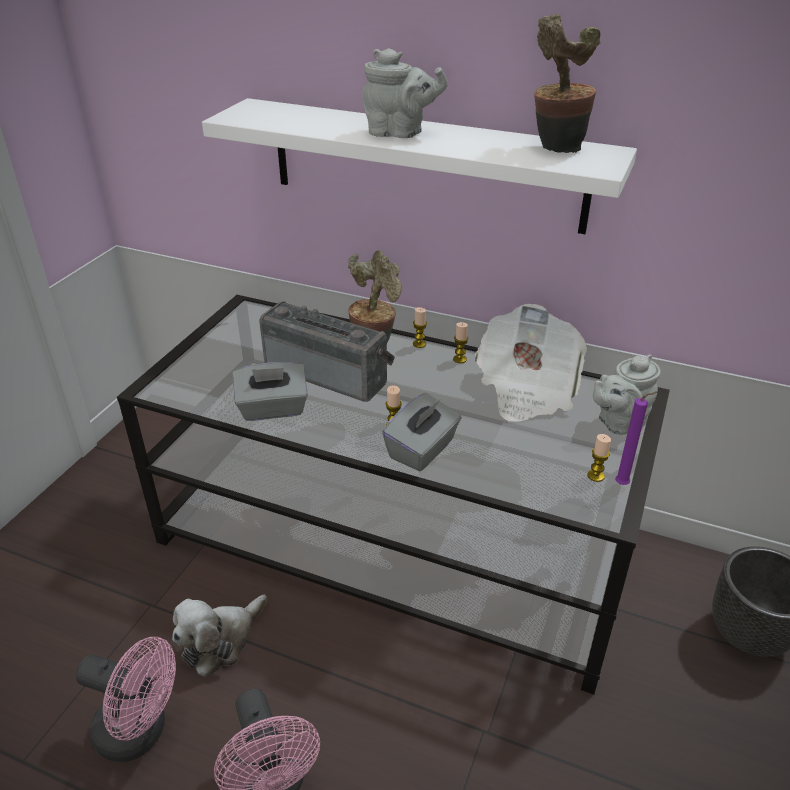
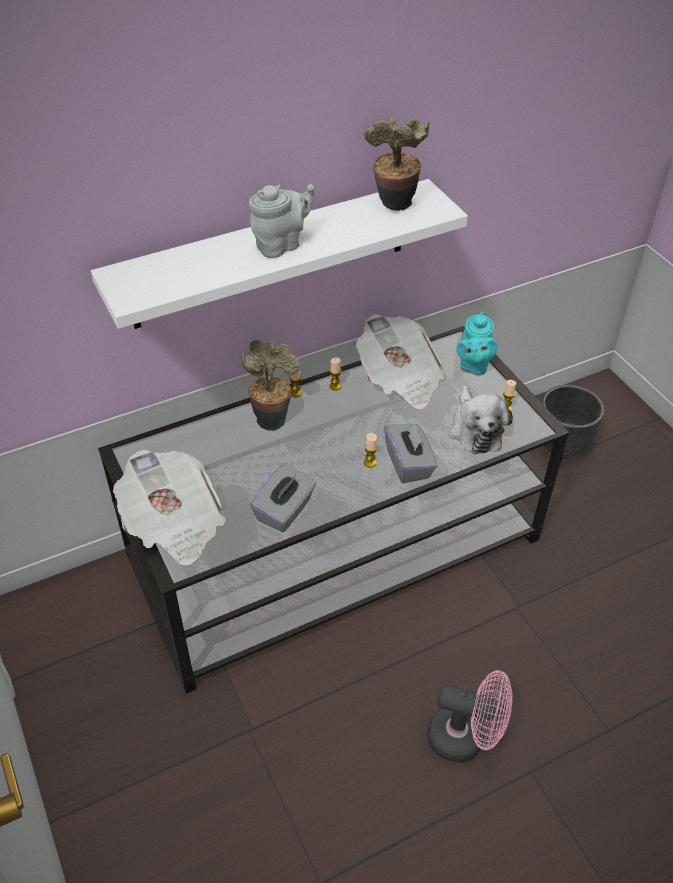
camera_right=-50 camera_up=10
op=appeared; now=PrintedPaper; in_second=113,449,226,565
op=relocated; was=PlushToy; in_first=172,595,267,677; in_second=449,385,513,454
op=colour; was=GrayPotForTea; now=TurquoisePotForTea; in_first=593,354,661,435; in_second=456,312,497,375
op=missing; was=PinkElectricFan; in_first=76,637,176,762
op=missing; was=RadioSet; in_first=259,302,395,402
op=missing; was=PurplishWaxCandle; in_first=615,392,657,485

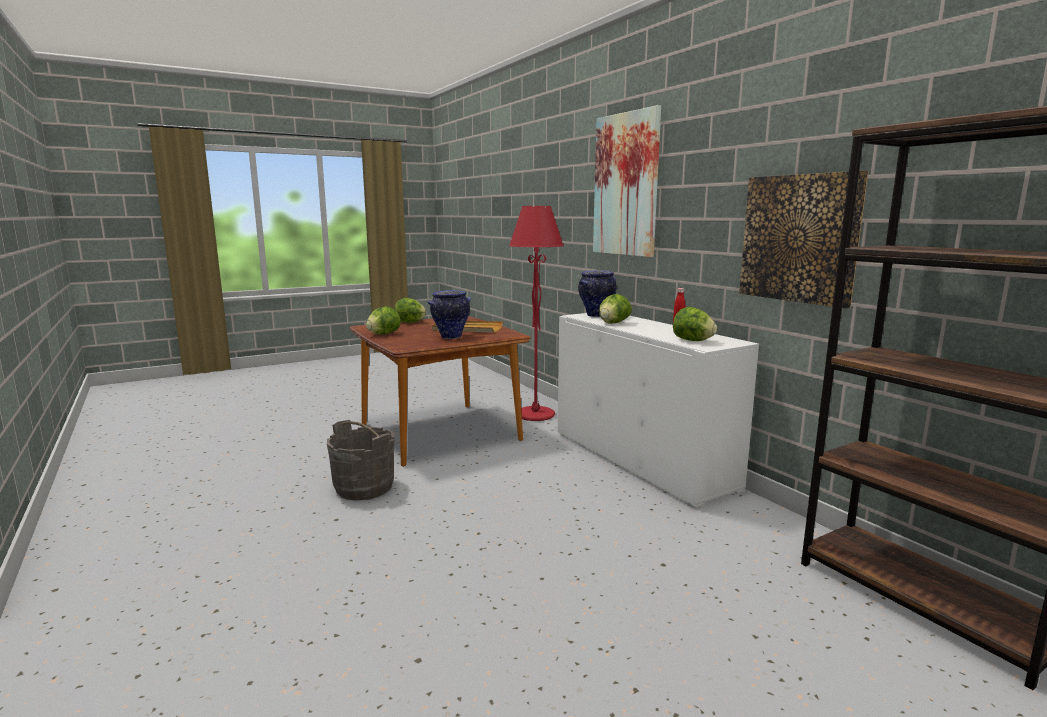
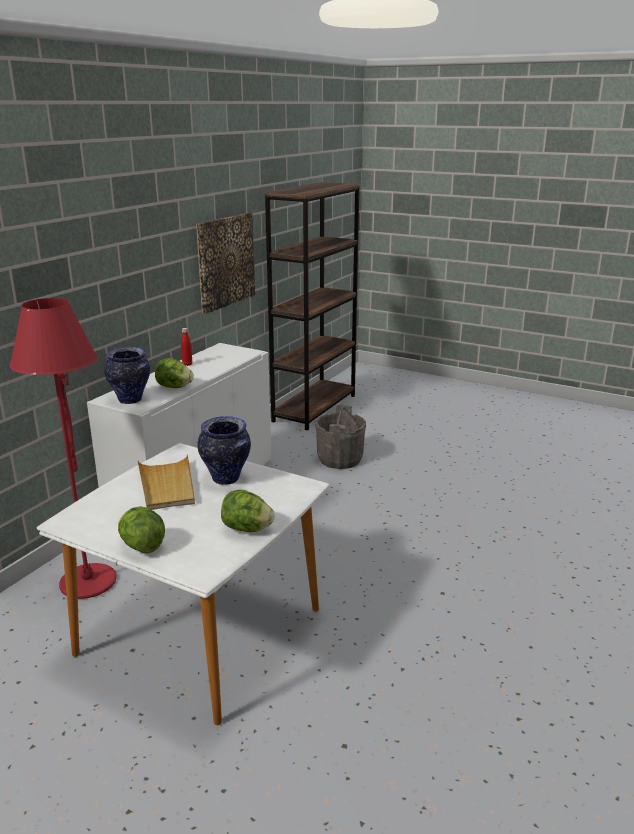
camera_right=-120 camera_up=10
op=colour; was=BrownishDinnerTable; now=WhitishDinnerTable; in_first=349,316,531,467; in_second=37,443,330,725
op=relocated; was=GrayBucket; in_first=327,420,395,500; in_second=315,405,366,469
op=missing; was=Picture; in_first=593,105,661,257
op=missing; was=LettuceHead; in_first=673,307,717,341

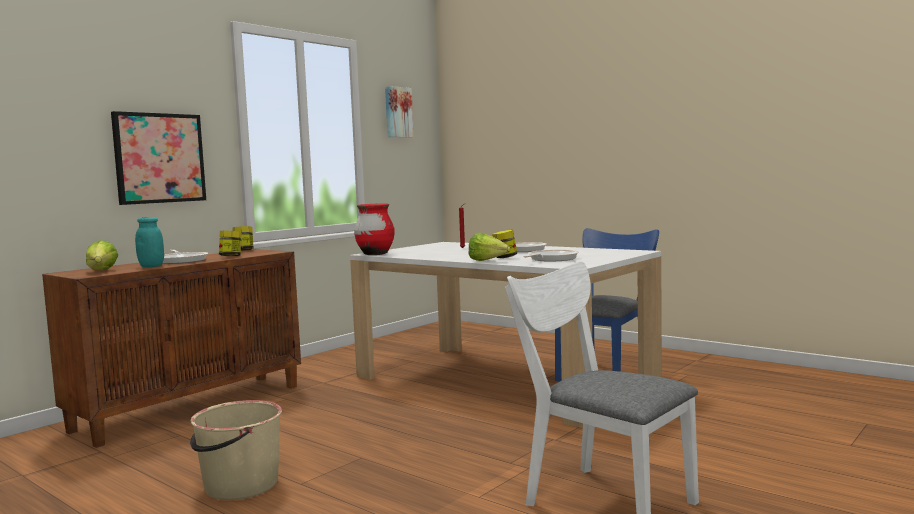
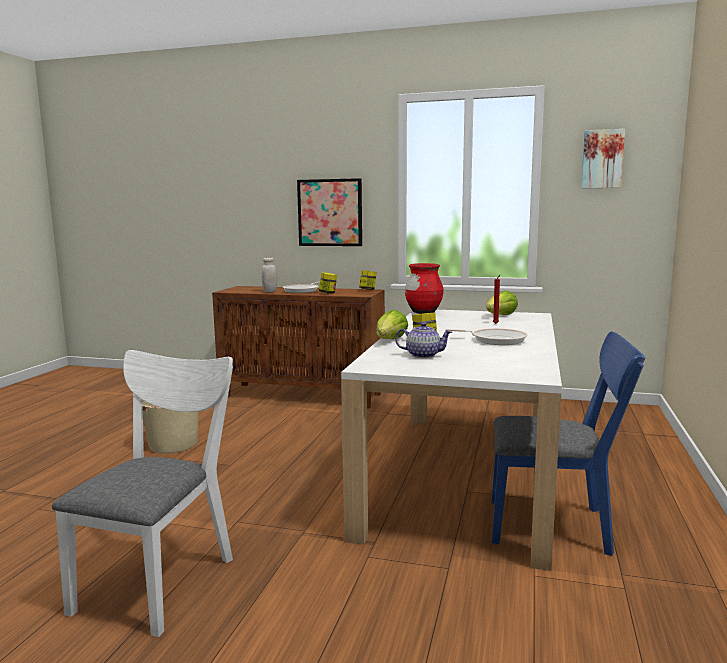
camera_right=65 camera_up=5
op=colour; was=TurquoiseJar; now=WhitishJar; in_first=135,217,164,267; in_second=262,257,277,292
op=exchanged; was=FryingPan; now=PotForTea; in_first=523,250,579,262; in_second=395,322,452,358
op=relocated; was=LettuceHead; in_first=86,240,118,270; in_second=486,291,518,315

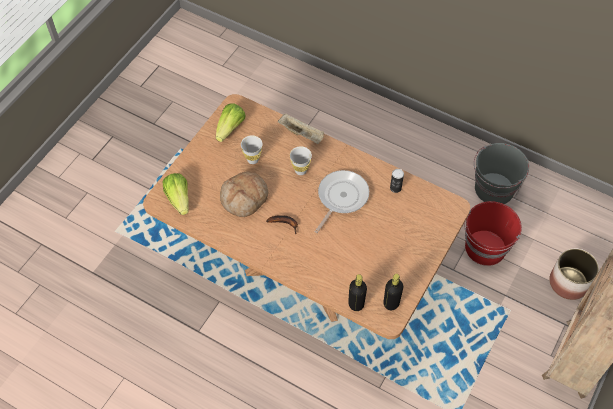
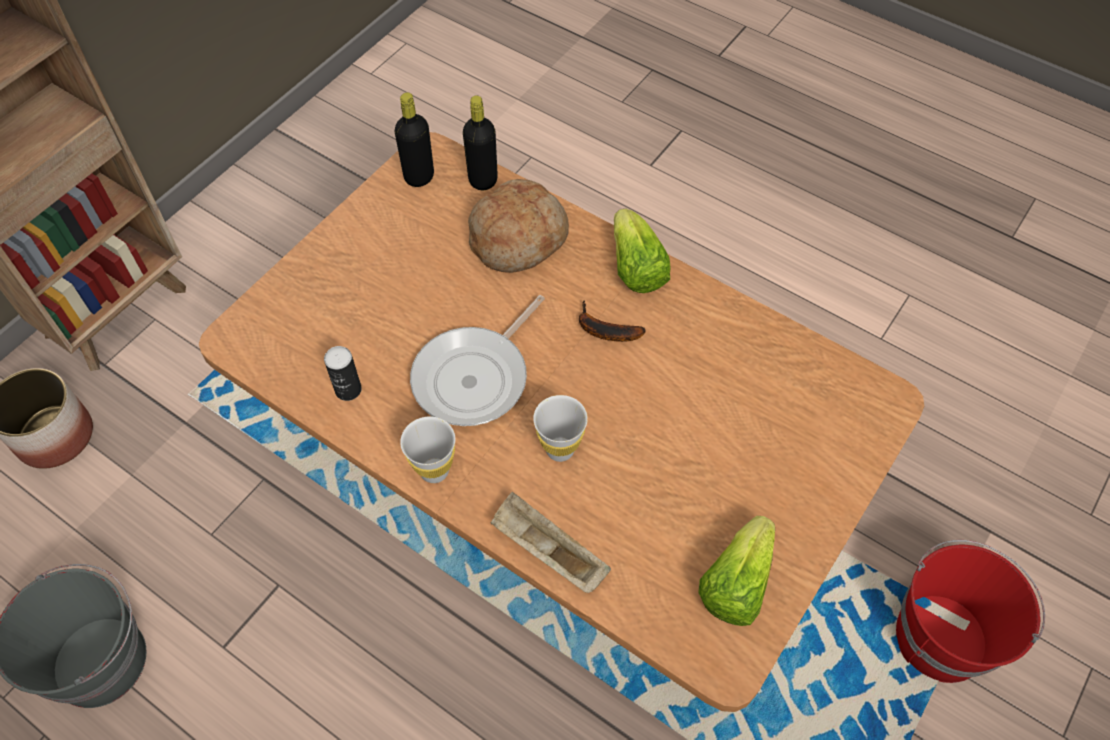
camera_right=-175 camera_up=0
op=relocated; was=WhitishDrinkingCup; in_first=241,135,263,164; in_second=400,417,455,483
op=relocated; was=BakeryBread; in_first=220,171,268,217; in_second=468,179,569,273
op=relocated; was=LettuceHead; in_first=163,173,189,215; in_second=614,208,671,293
op=relocated; was=RedColouredBucket; in_first=464,201,522,266; in_second=896,540,1045,683

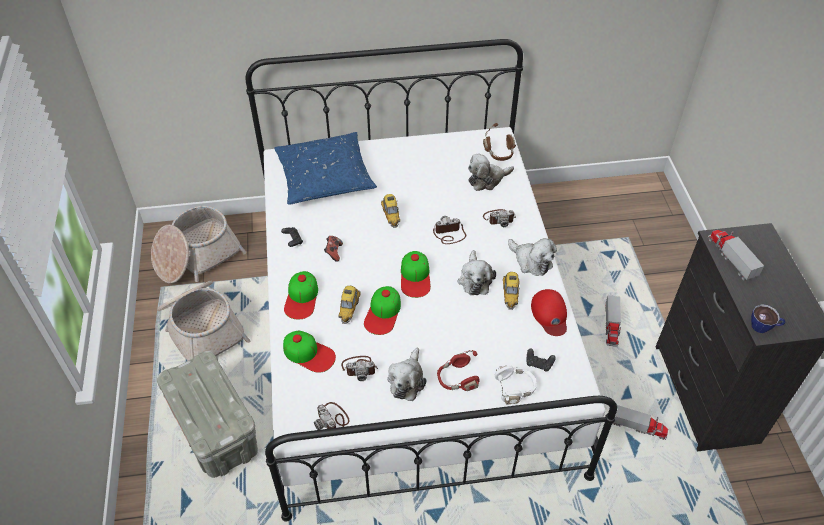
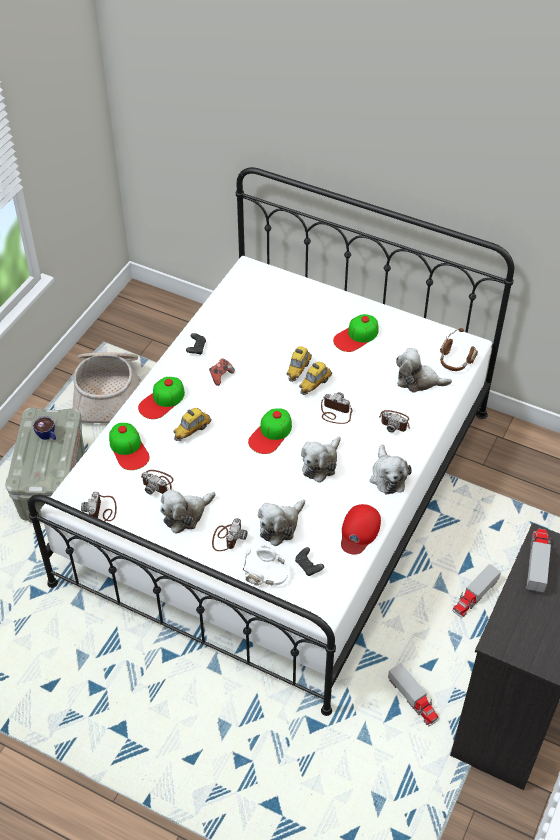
camera_right=35 camera_up=0
op=relocated; was=DrinkingCup; in_first=751,304,786,333; in_second=33,416,56,440
op=exchanged; was=RedColouredPairOfHeadphones; now=PhotoCamera; in_first=437,350,480,391; in_second=212,518,248,551
op=appeared; now=PlushToy; in_second=258,499,305,546
op=relocated; was=ModelCar; in_first=503,272,520,310; in_second=299,362,332,395
op=relocated; was=PeakedCap; in_first=364,286,401,335; in_second=333,314,379,352
op=missing; was=Basket; in_first=151,206,246,283
op=missing; was=BluePillow; in_first=274,132,377,205

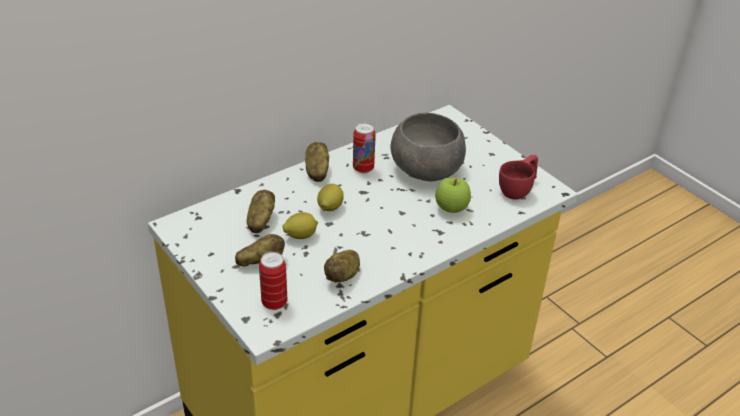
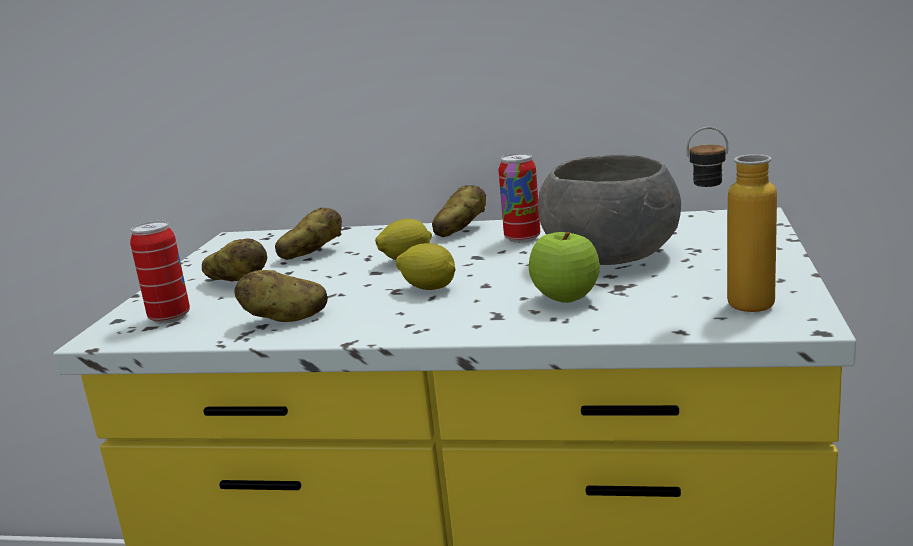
camera_right=50 camera_up=-20
op=relocated; was=CitrusFruit; in_first=282,212,318,239; in_second=396,243,456,290
op=exchanged; was=RedColouredDrinkingCup; now=BeverageBottle; in_first=499,155,538,200; in_second=686,127,777,312

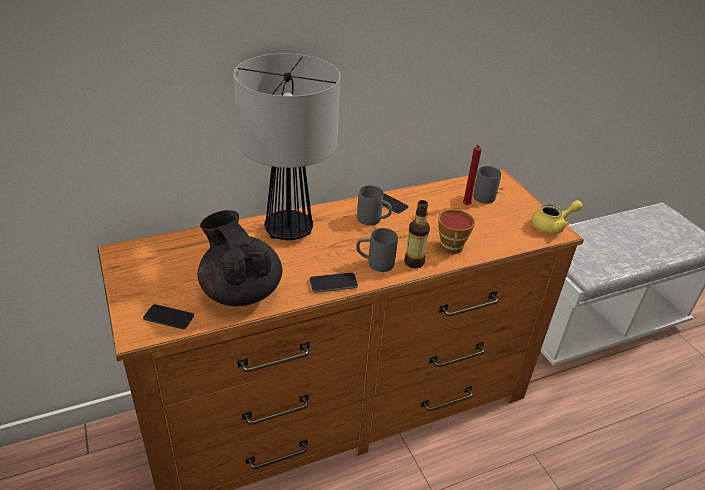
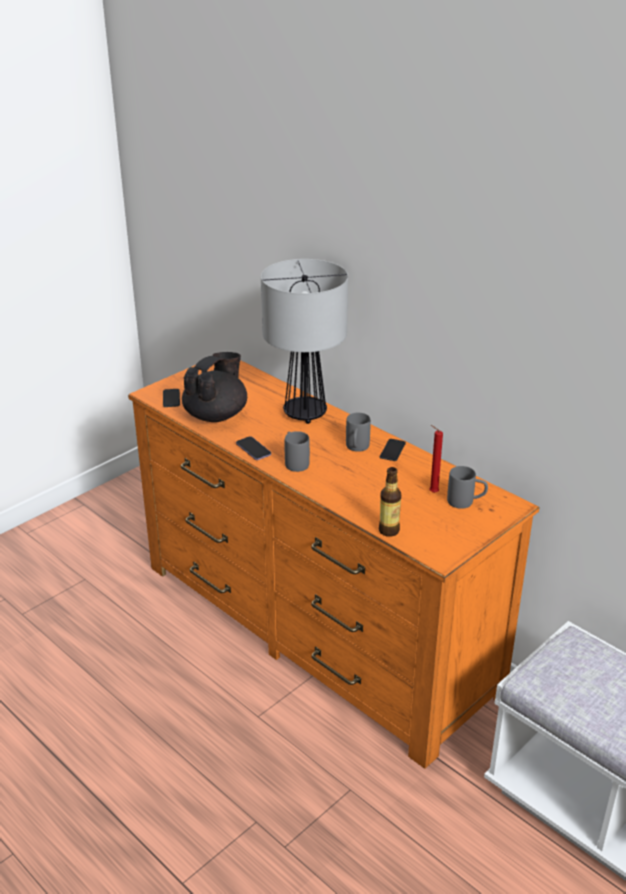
camera_right=70 camera_up=-5
op=relocated; was=BeverageBottle; in_first=404,200,430,268; in_second=379,467,401,537
op=missing; was=DrinkingCup; in_first=438,209,475,254
op=missing; was=YellowColouredPotForTea; in_first=531,200,583,234

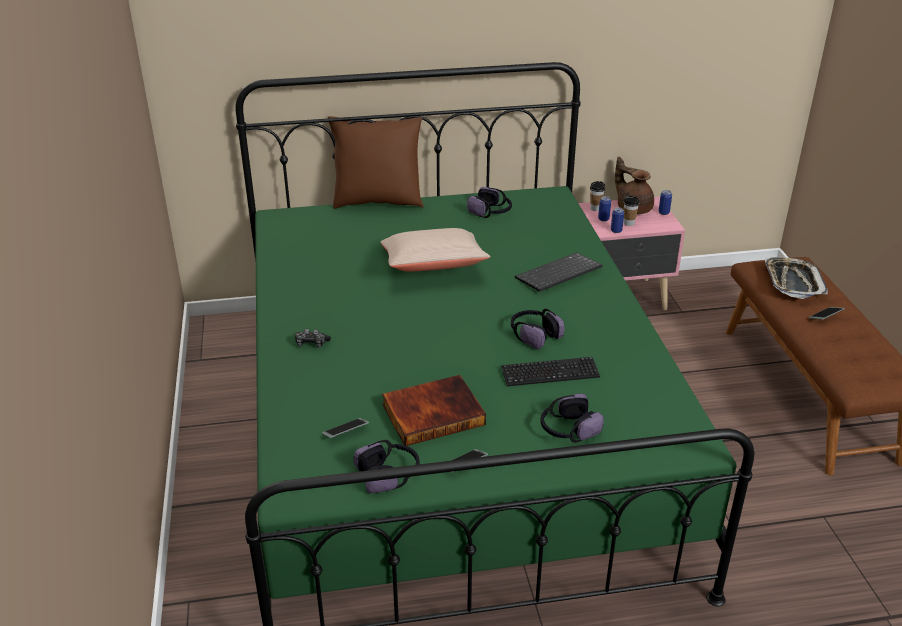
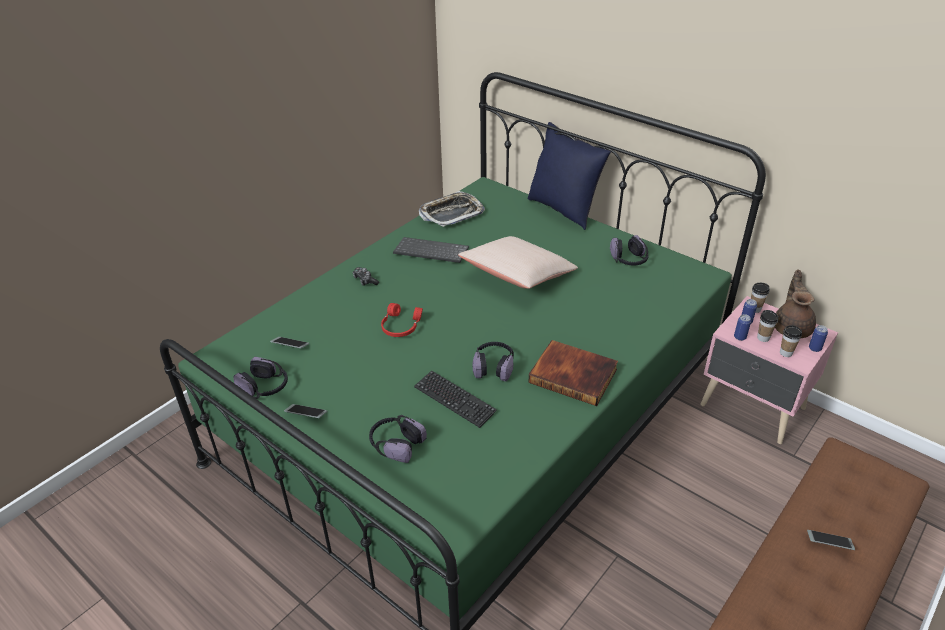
camera_right=50 camera_up=5
op=appeared; now=RedColouredPairOfHeadphones; in_second=381,303,423,337
op=relocated; was=ComputerKeyboard; in_first=515,252,602,292; in_second=393,237,469,263
op=relocated; was=Tray; in_first=764,257,828,299; in_second=419,191,485,227
op=colour; was=BrownishPillow; now=BluePillow; in_first=328,116,424,209; in_second=528,122,611,230
op=relocated; was=Book; in_first=382,375,486,446; in_second=528,340,618,406
op=appeared; now=DrinkingCup; in_second=780,325,802,357

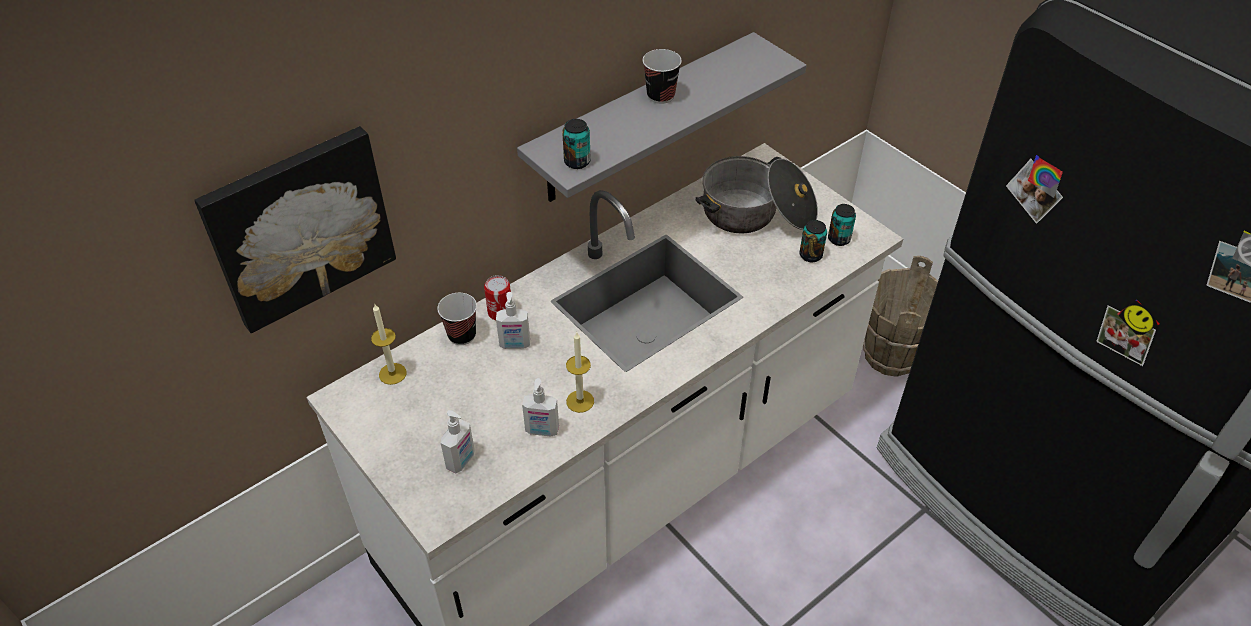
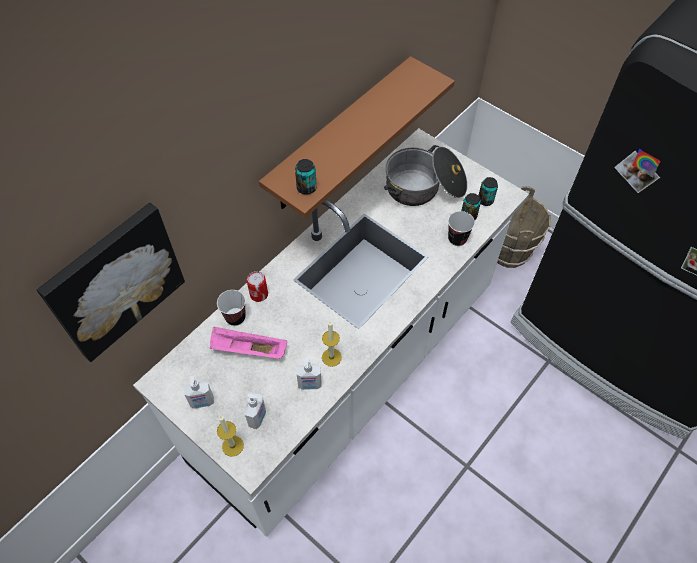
camera_right=-10 camera_up=10
op=relocated; was=LiquidSoapBottle; in_first=496,292,530,349; in_second=184,376,214,409
op=appeared; now=PinkTray; in_second=210,327,287,359
op=relocated; was=WaxCandle; in_first=371,305,406,385; in_second=217,416,244,457
op=colour; was=GrayBracketShelf; now=BrownishBracketShelf; in_first=517,32,806,202; in_second=259,56,455,218
op=relocated; was=DrinkingCup; in_first=643,49,682,104; in_second=448,211,475,246

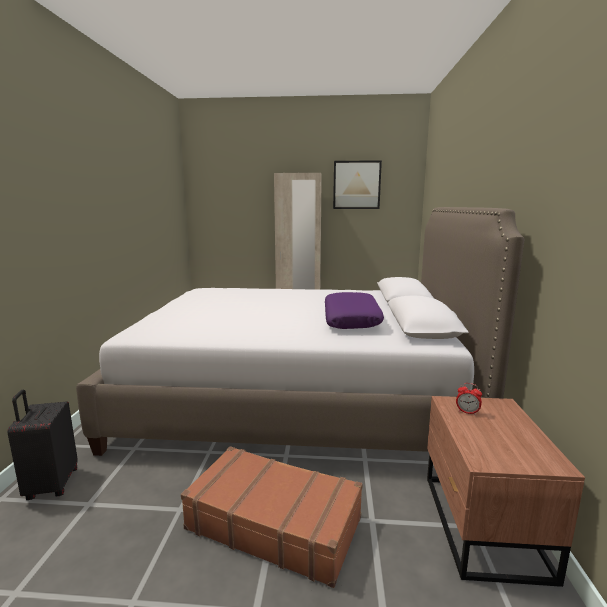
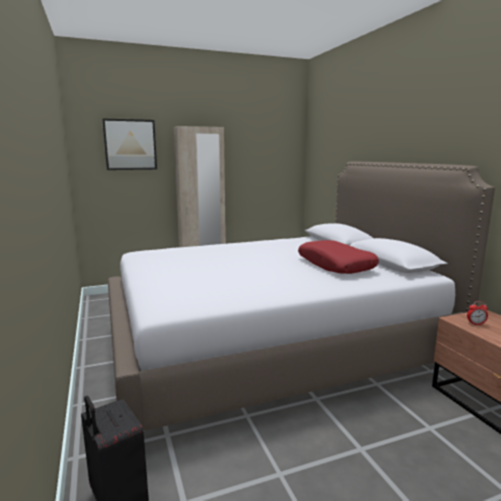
camera_right=-25 camera_up=0
op=relocated; was=Picture; in_first=333,160,382,209; in_second=102,118,157,170
op=colour; was=PurplishPillow; now=RedColouredPillow; in_first=325,292,384,329; in_second=298,240,379,274
op=missing; was=BrownishPieceOfLuggage; in_first=181,446,362,588

